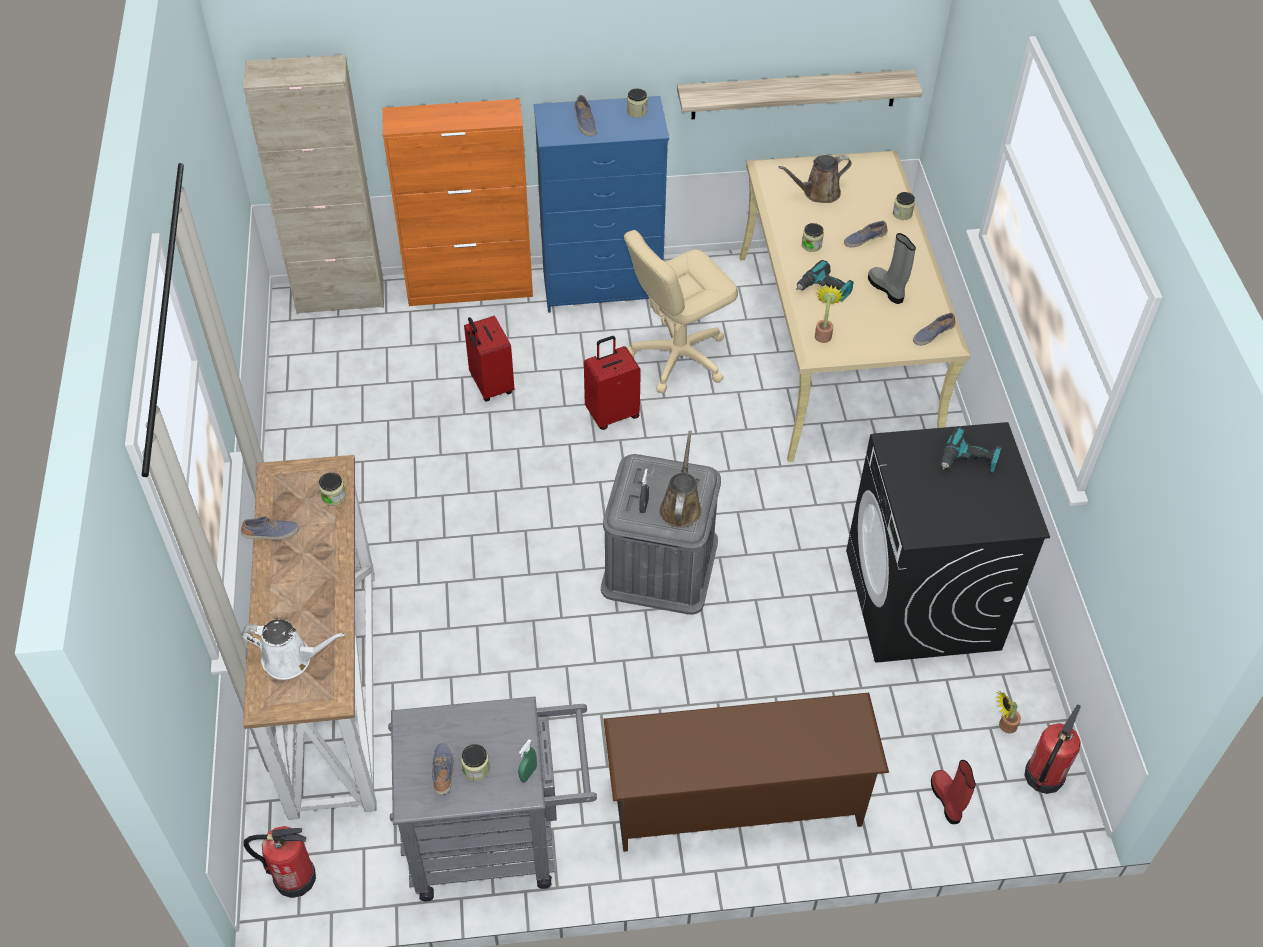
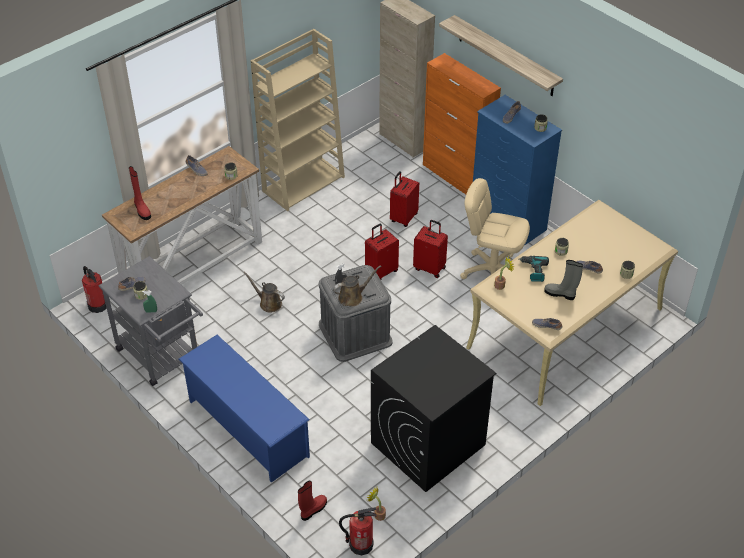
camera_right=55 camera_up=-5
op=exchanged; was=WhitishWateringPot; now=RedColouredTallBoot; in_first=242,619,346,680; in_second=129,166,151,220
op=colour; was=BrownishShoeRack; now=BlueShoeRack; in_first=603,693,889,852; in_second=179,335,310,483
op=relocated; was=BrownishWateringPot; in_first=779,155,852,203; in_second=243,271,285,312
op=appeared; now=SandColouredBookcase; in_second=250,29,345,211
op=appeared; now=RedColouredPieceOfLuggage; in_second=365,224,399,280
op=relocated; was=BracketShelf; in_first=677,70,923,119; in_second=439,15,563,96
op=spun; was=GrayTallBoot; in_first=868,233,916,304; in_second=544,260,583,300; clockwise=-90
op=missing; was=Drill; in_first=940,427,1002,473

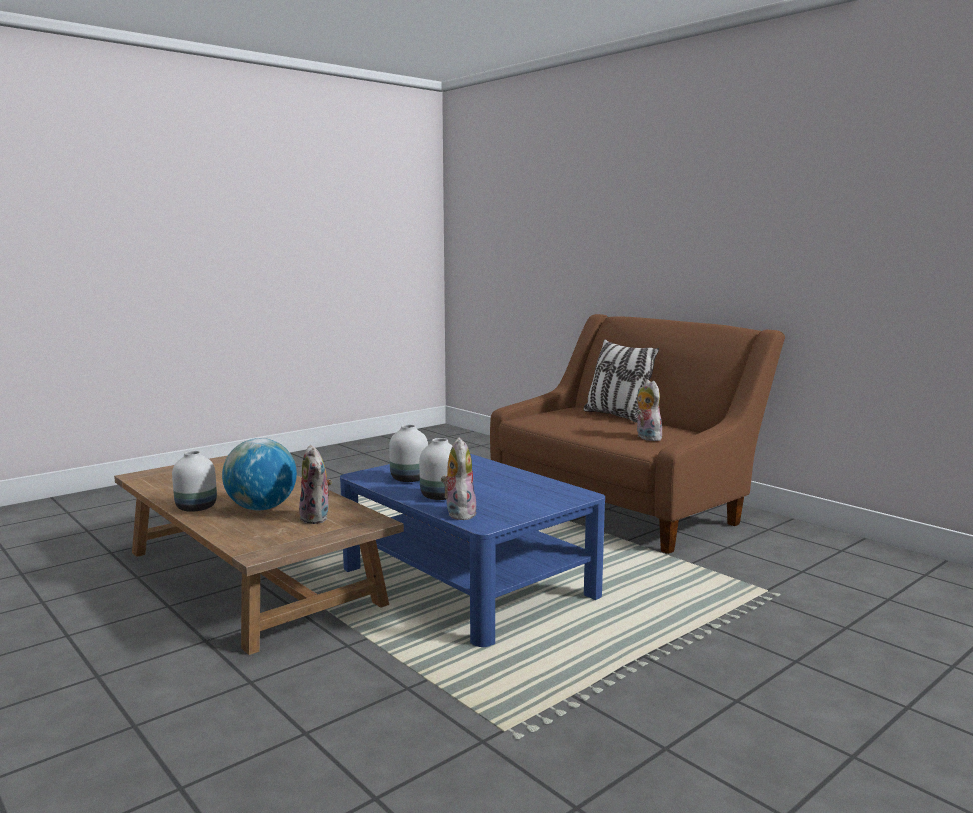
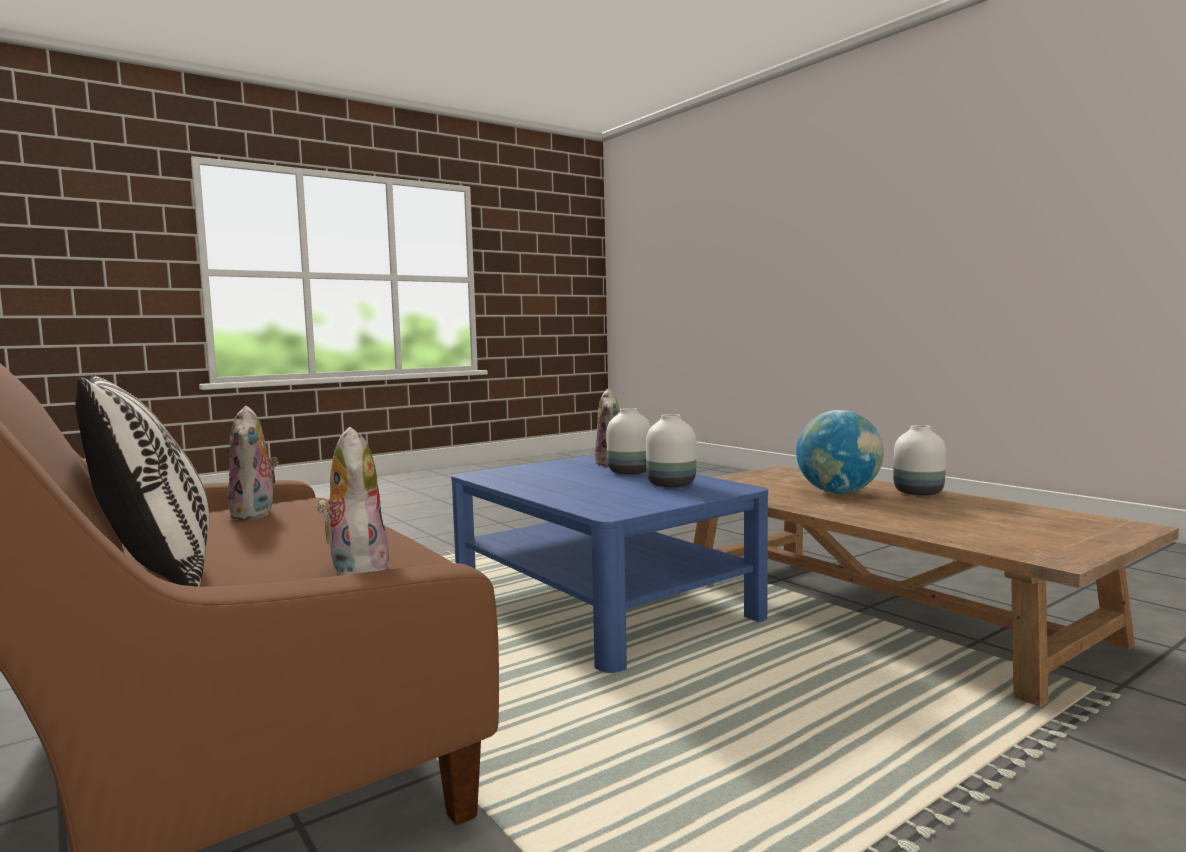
camera_right=-175 camera_up=-5
op=relocated; was=PlushToy; in_first=299,445,332,524; in_second=317,427,391,576

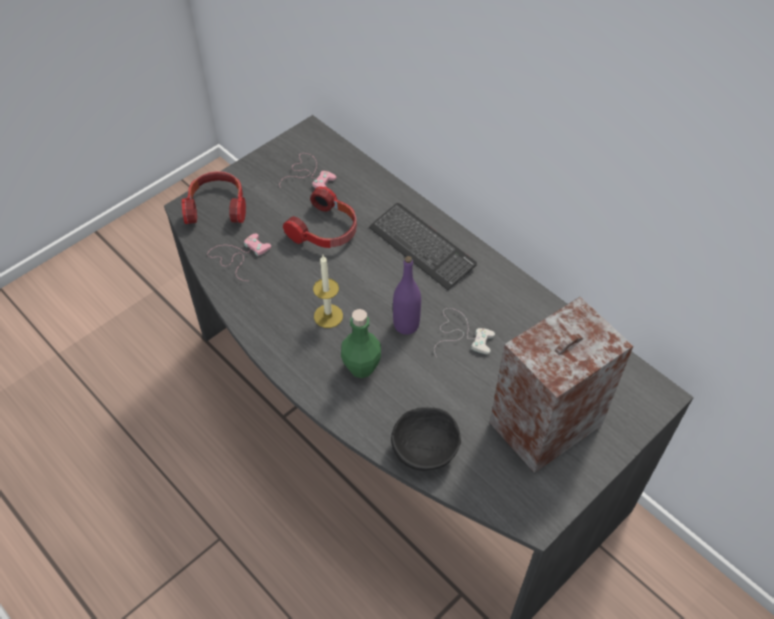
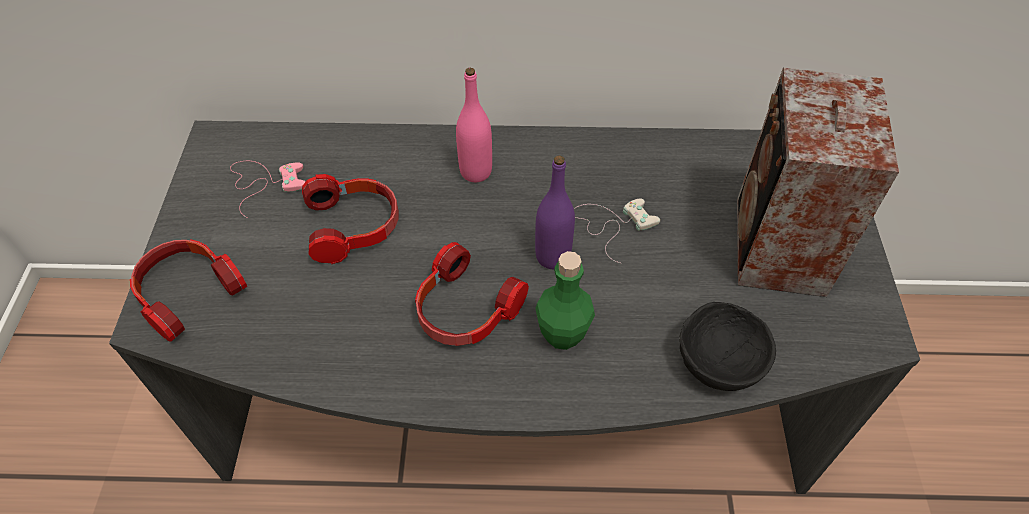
camera_right=-45 camera_up=0
op=exchanged; was=WaxCandle; now=PairOfHeadphones; in_first=313,255,343,328; in_second=415,242,529,346
op=exchanged; was=ComputerKeyboard; now=PinkBeverageBottle; in_first=369,203,477,291; in_second=456,68,492,182
op=missing; was=PinkGamepad; in_first=208,233,271,281

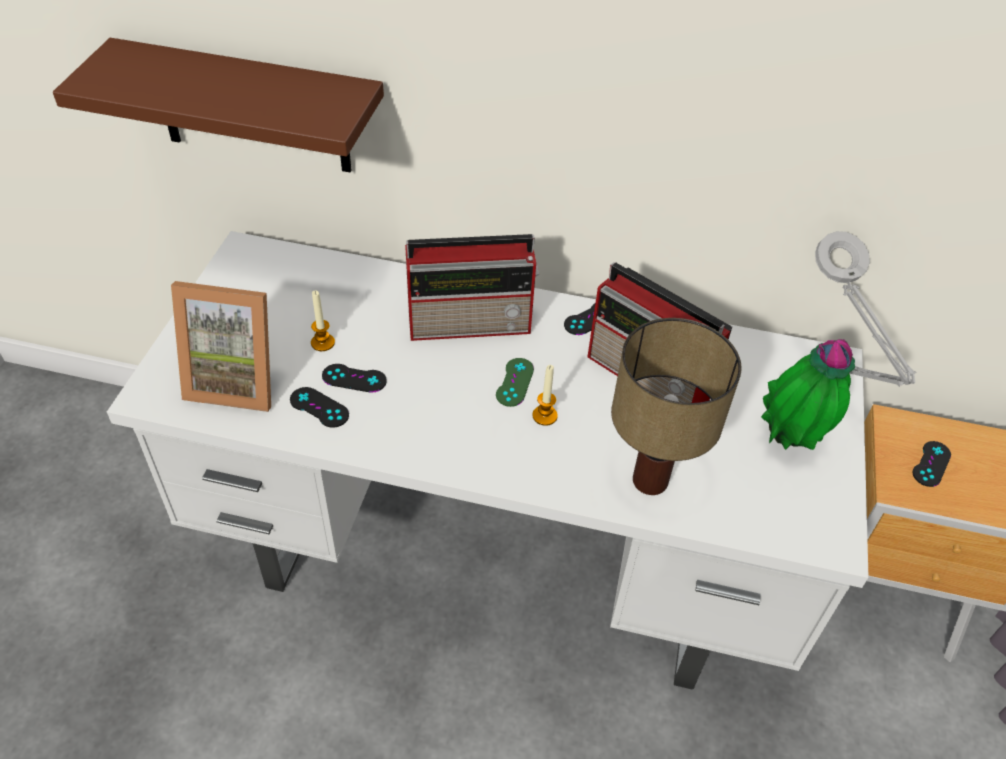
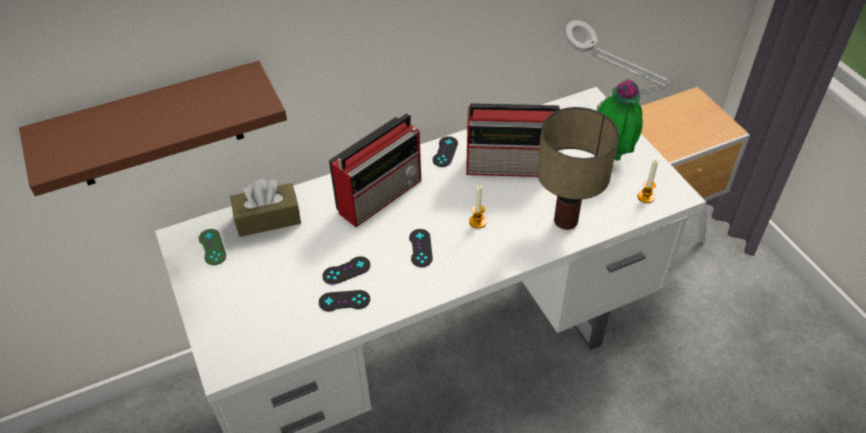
camera_right=-35 camera_up=0
op=relocated; was=GreenishGamepad; in_first=496,358,534,407; in_second=199,229,226,265
op=appeared; now=BrownishBoxOfTissues; in_second=230,179,301,237
op=relocated; was=BlackColouredGamepad; in_first=912,441,951,487; in_second=409,229,433,267
op=relocated; was=WaxCandle; in_first=311,291,335,351; in_second=637,160,658,203
op=missing; was=PictureFrame; in_first=171,281,271,412

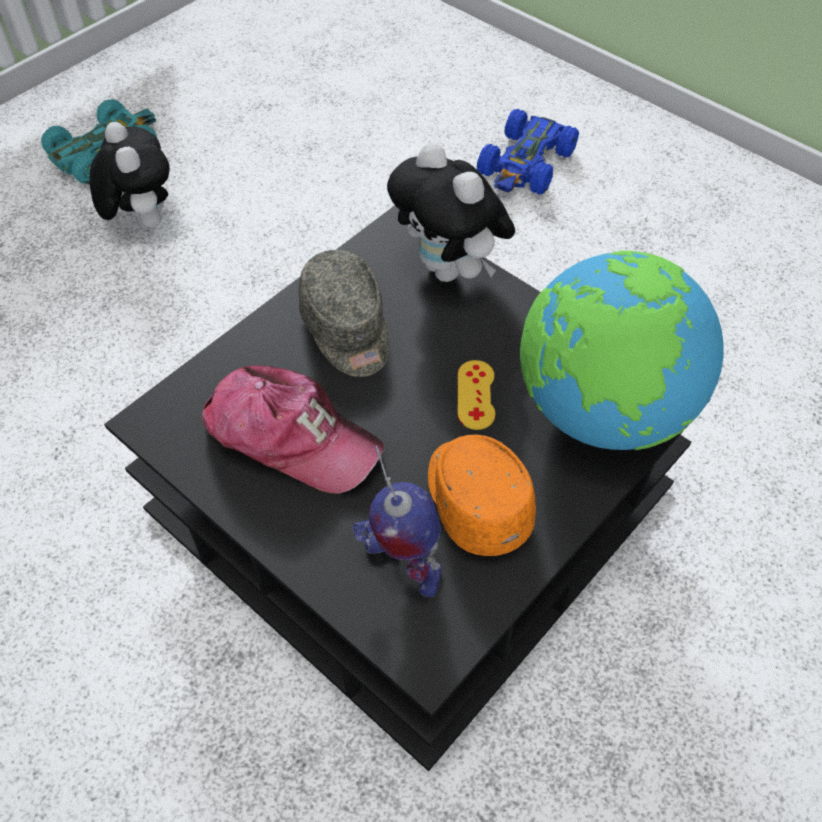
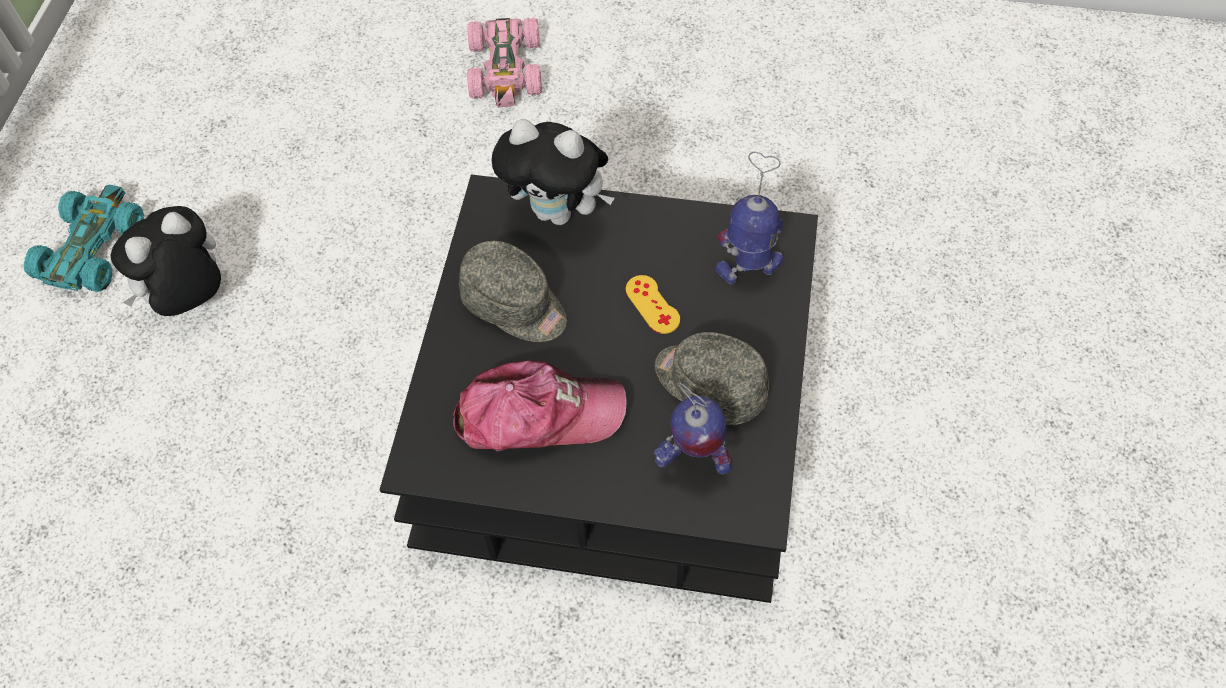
camera_right=-30 camera_up=5
op=spun; was=PlushToy; in_first=89,122,170,229; in_second=111,206,221,316; clockwise=-75
op=colour; was=BlueModelCar; now=PinkModelCar; in_first=477,109,579,195; in_second=467,18,542,107
op=colour; was=OrangeColouredPeakedCap; now=GrayPeakedCap; in_first=428,435,536,556; in_second=655,332,769,425
op=exchanged; was=Globe; now=ToyRobot; in_first=520,250,724,450; in_second=716,151,784,284

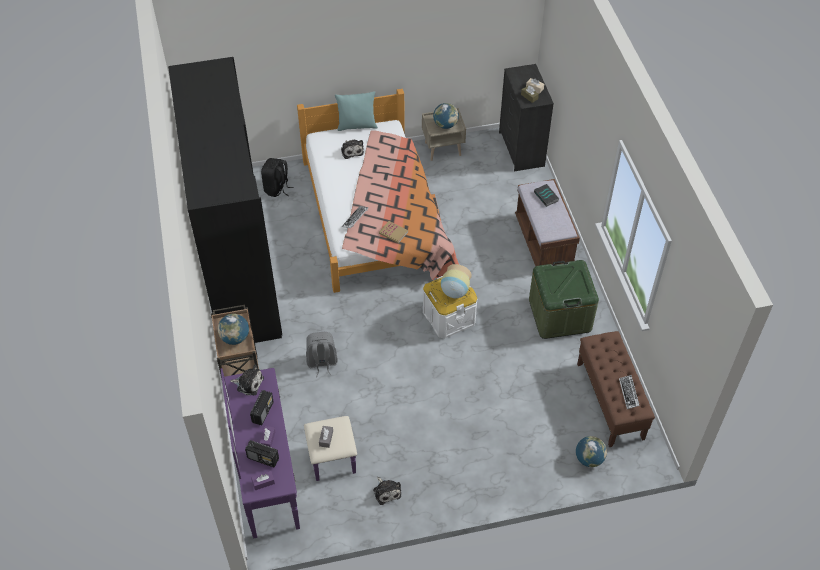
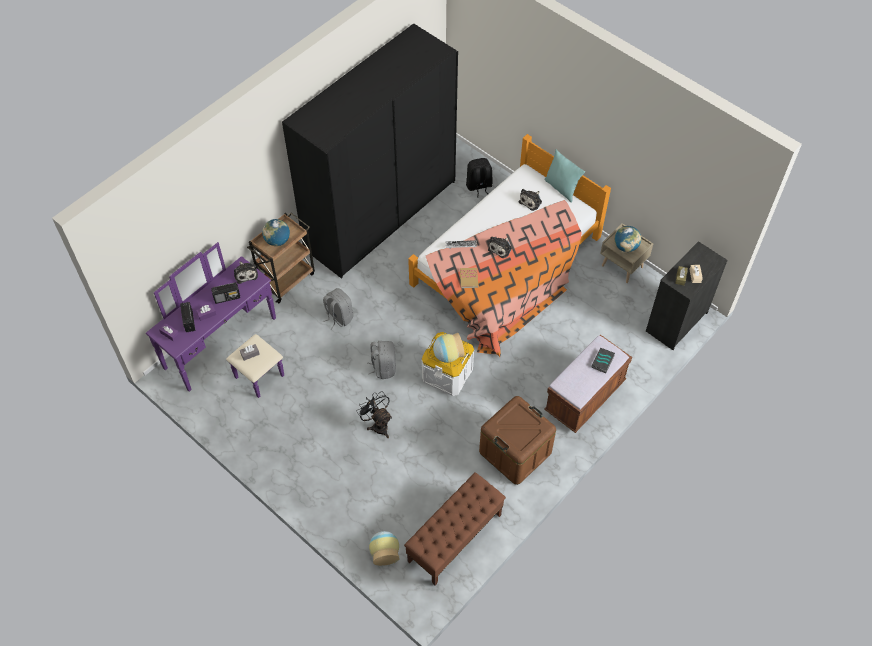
camera_right=55 camera_up=5
op=appeared; now=BlackColouredElectricFan; in_second=356,391,392,438
op=appeared; now=GrayKnapsack; in_second=368,341,396,379
op=exchanged; was=Globe; now=FlowerVase; in_first=576,436,607,467; in_second=369,531,400,566
op=colour; was=GreenishStorageBox; now=BrownishStorageBox; in_first=529,260,599,339; in_second=479,396,556,485
op=relocated; was=PlushToy; in_first=373,477,401,505; in_second=488,236,512,258
op=missing; was=ComputerKeyboard; in_first=619,375,640,409

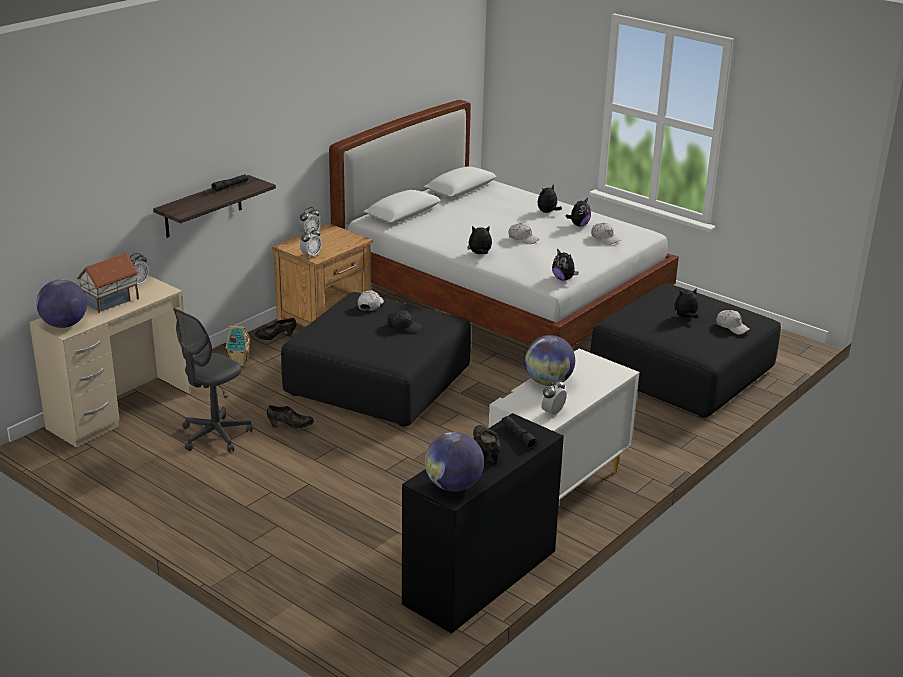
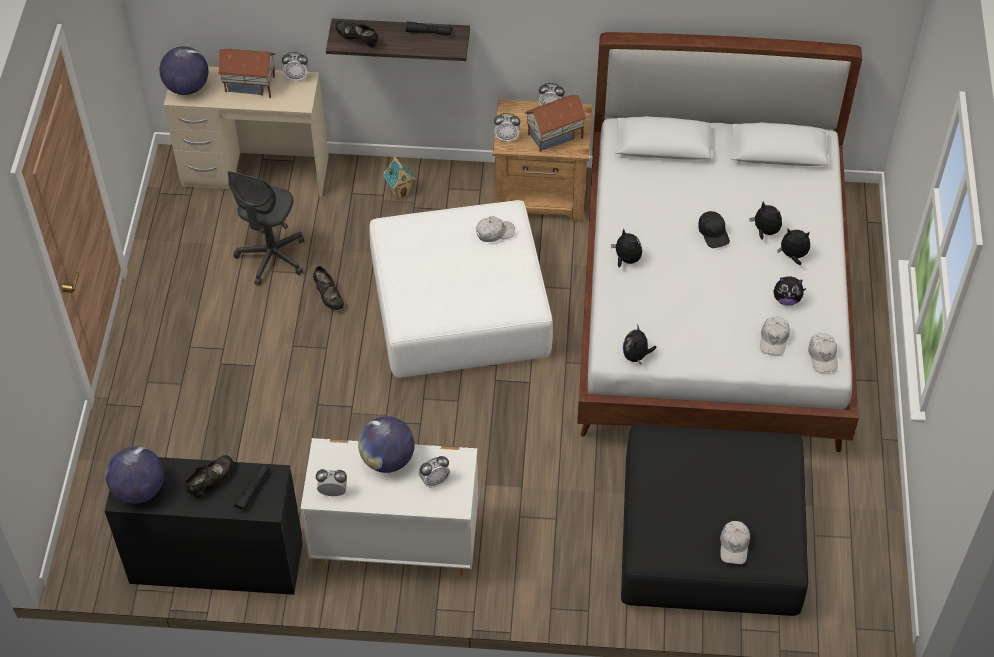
camera_right=55 camera_up=25
op=spun; was=GrayComputerChair; in_first=173,308,252,452; in_second=228,171,305,286; clockwise=-75
op=relocated; was=BlackColouredItemOfFootwear; in_first=255,318,297,340; in_second=336,20,378,48
op=colour; was=BlackColouredOttoman; now=WhitishOttoman; in_first=281,292,471,427; in_second=369,200,553,378
op=appeared; now=TableClock; in_second=419,456,450,488
op=appeared; now=MiniatureHouse; in_second=525,95,587,152
op=relocated; was=BlackColouredPeakedCap; in_first=387,310,422,333; in_second=698,211,730,248
op=relocated; was=PlushToy; in_first=674,288,698,318; in_second=749,201,782,240
op=relocated; was=WhitishPeakedCap; in_first=509,223,540,244; in_second=808,333,838,372

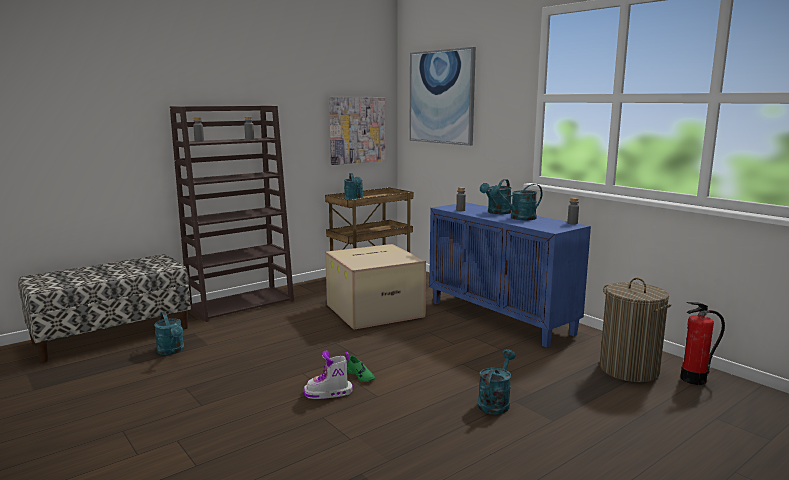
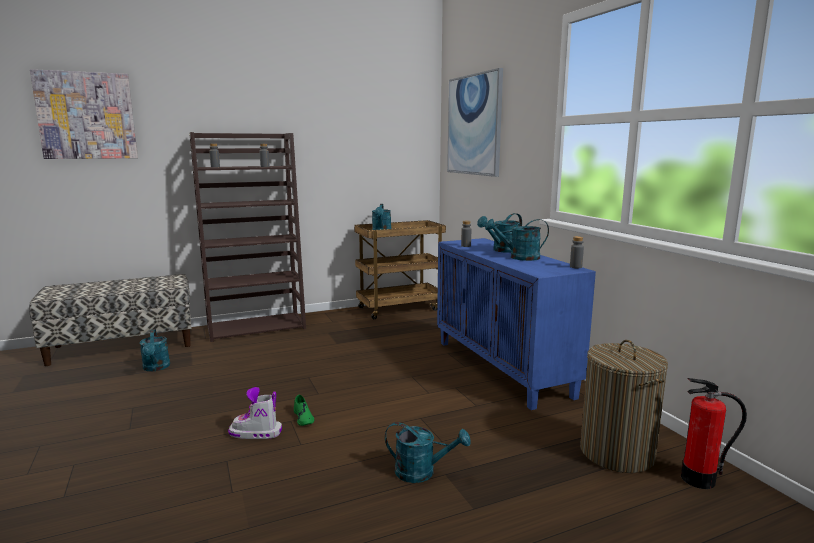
camera_right=15 camera_up=0
op=relocated; was=Picture; in_first=329,97,385,165; in_second=30,69,138,159
op=spun; was=TurquoiseWateringPot; in_first=478,349,516,415; in_second=385,422,471,483; clockwise=60
op=missing; was=Carton; in_first=325,244,426,330

